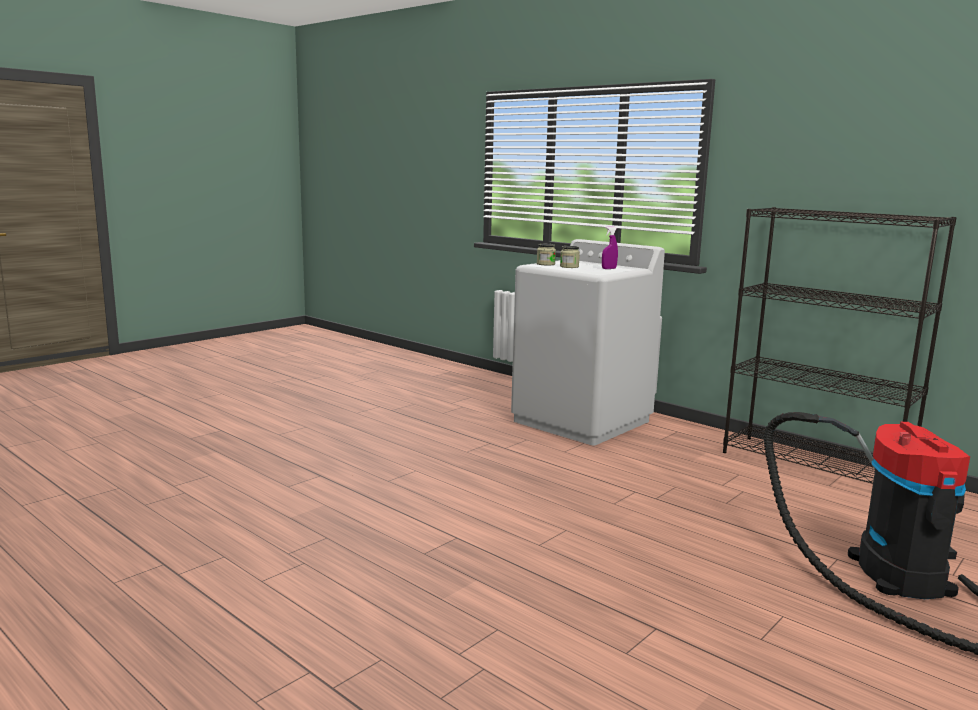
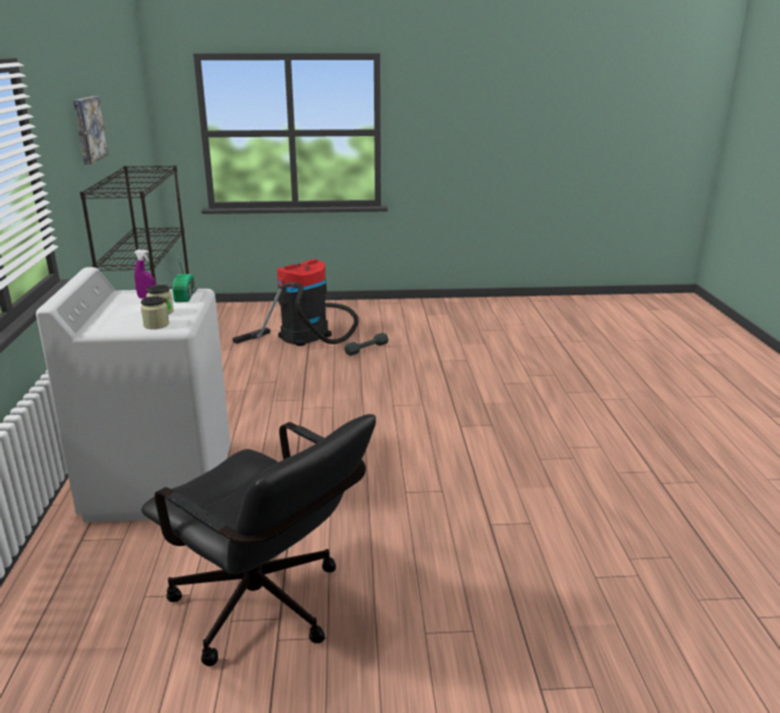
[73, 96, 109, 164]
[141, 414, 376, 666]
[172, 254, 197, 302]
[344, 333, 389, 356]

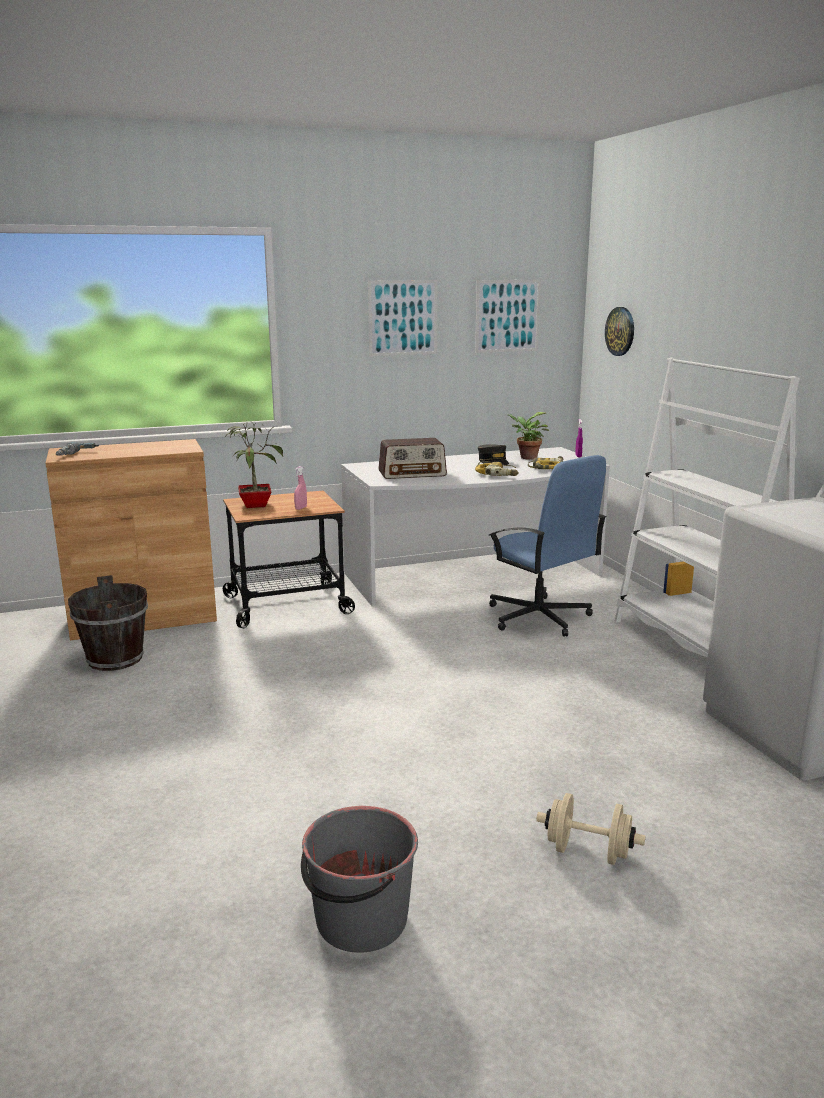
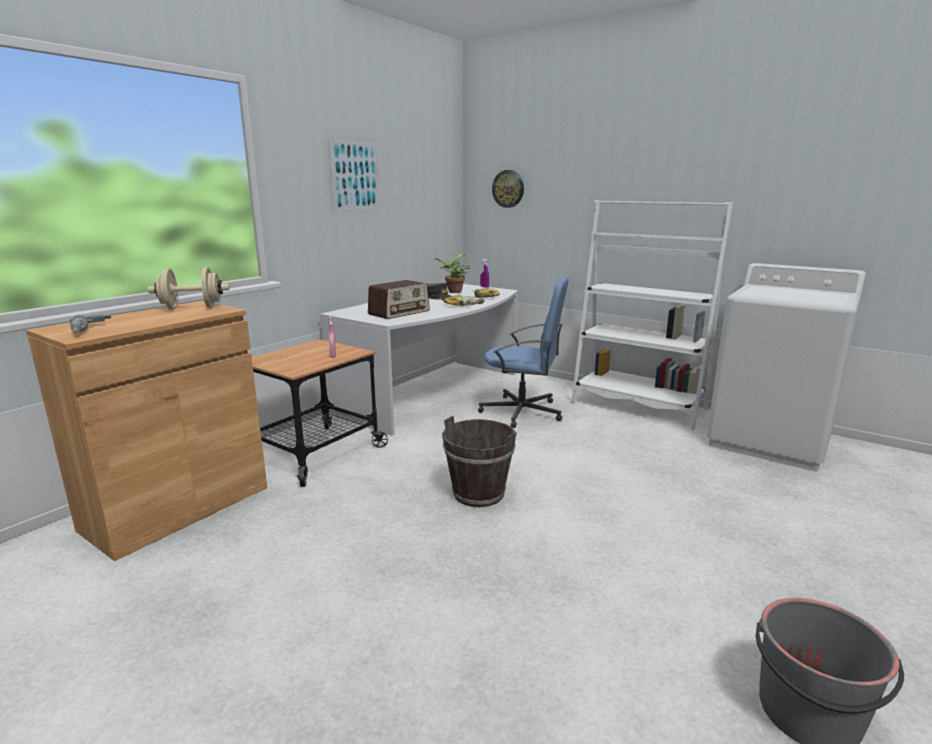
[225, 424, 283, 508] (first image)
[475, 280, 541, 353] (first image)
[442, 416, 517, 507]
[148, 267, 230, 309]

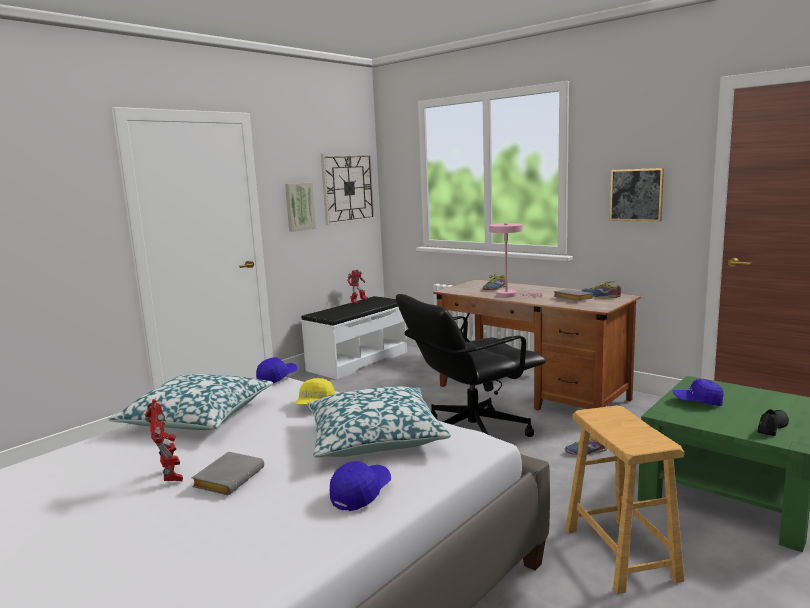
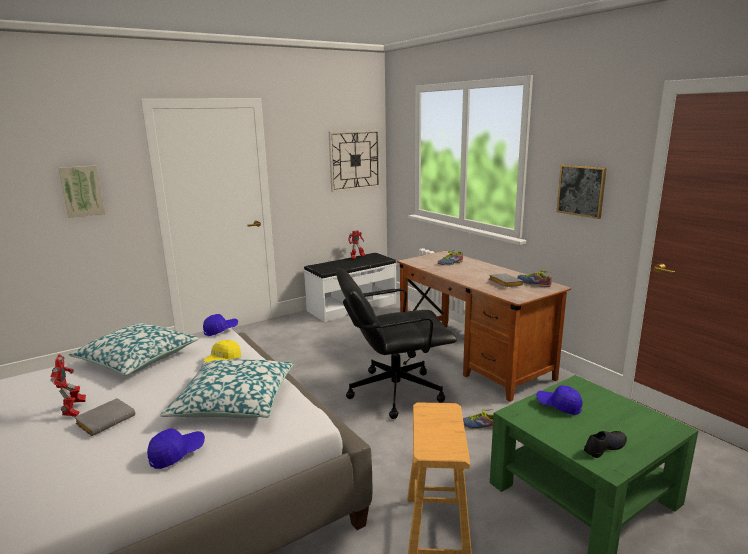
[489, 223, 543, 298] (first image)
[58, 165, 105, 218]

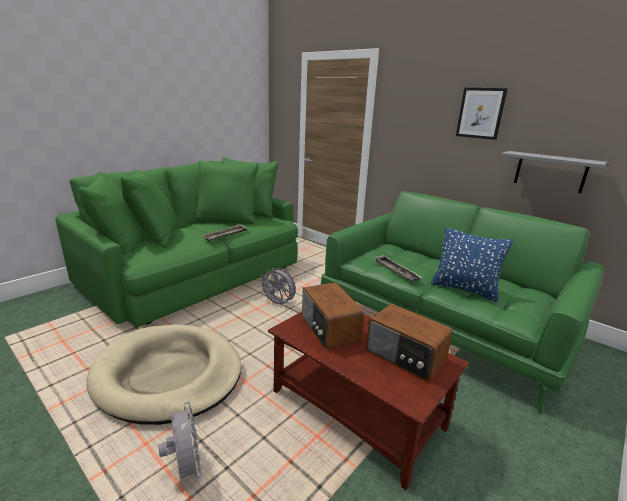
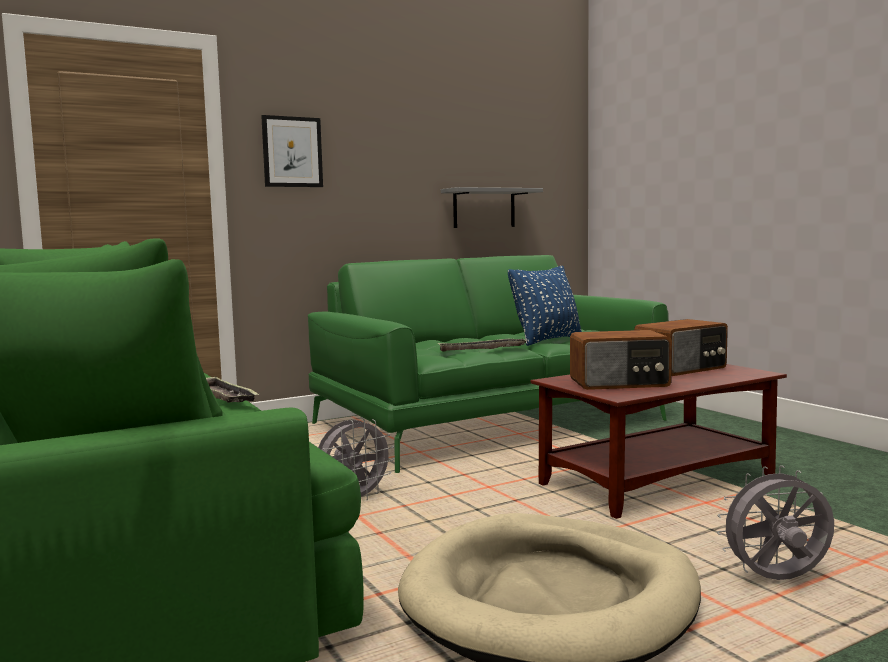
[261, 115, 323, 187]

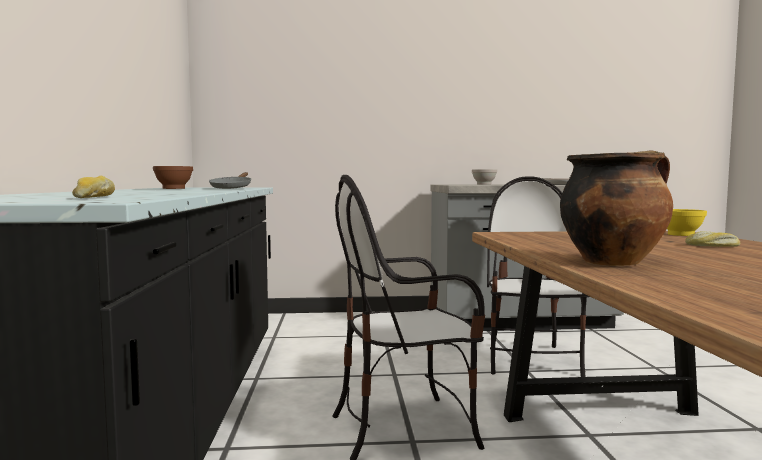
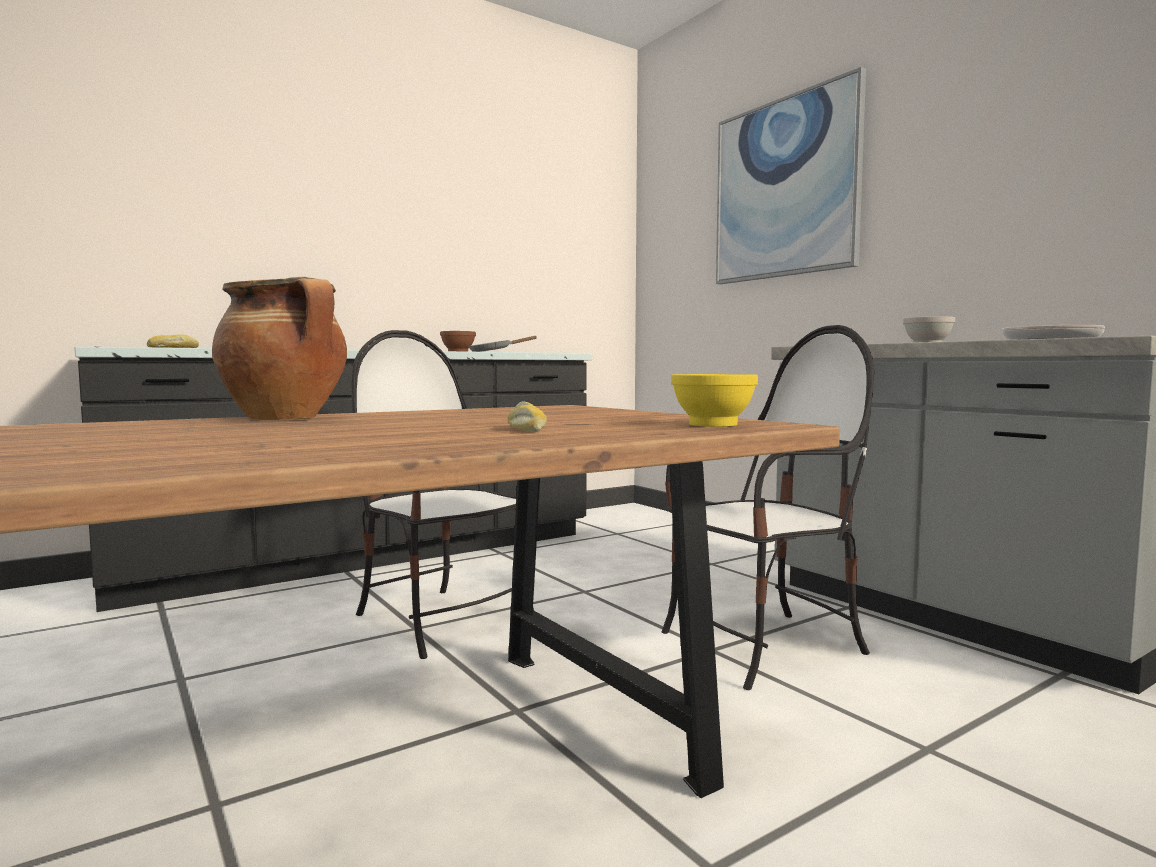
[716, 67, 866, 284]

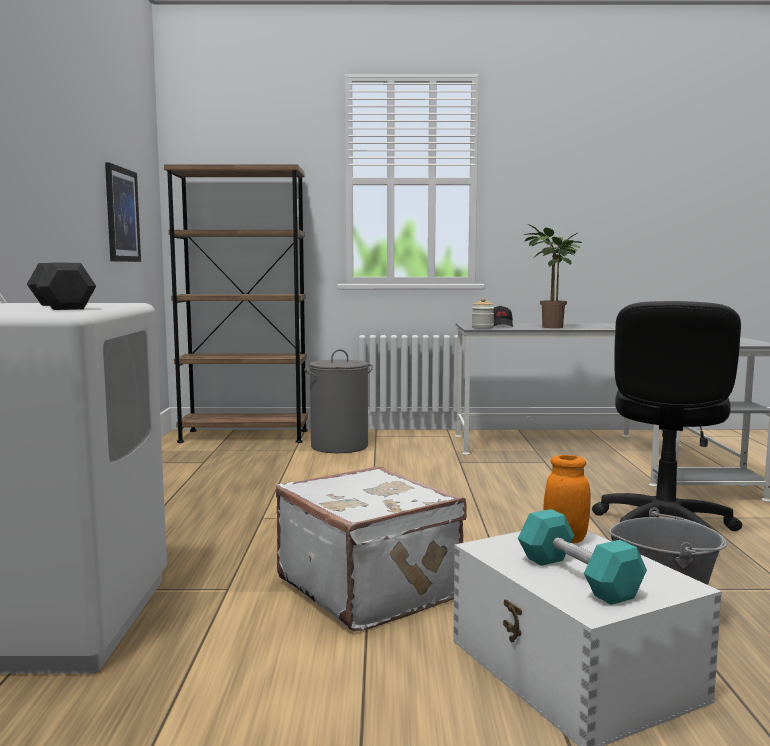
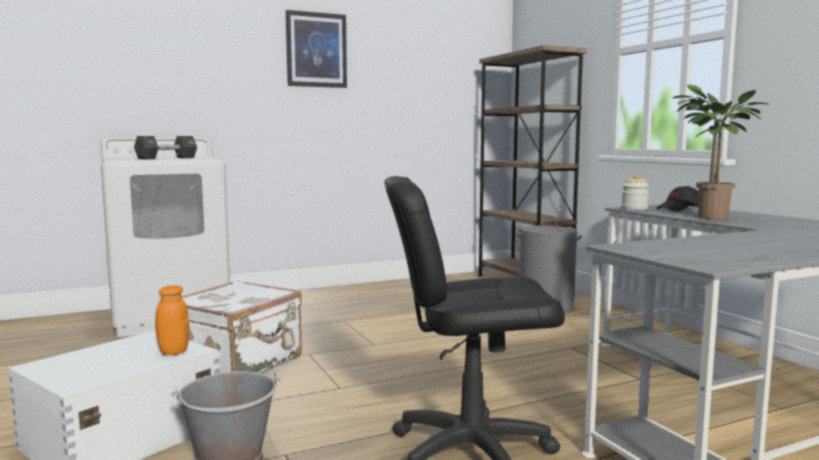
[518, 509, 647, 605] (first image)
[286, 10, 347, 88]

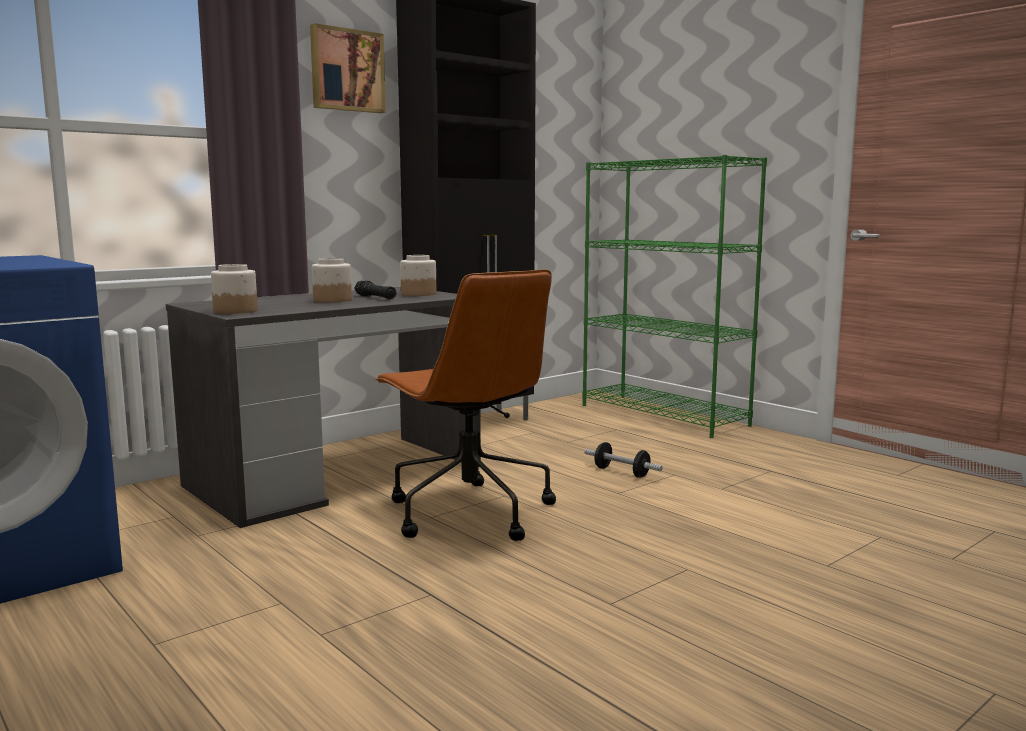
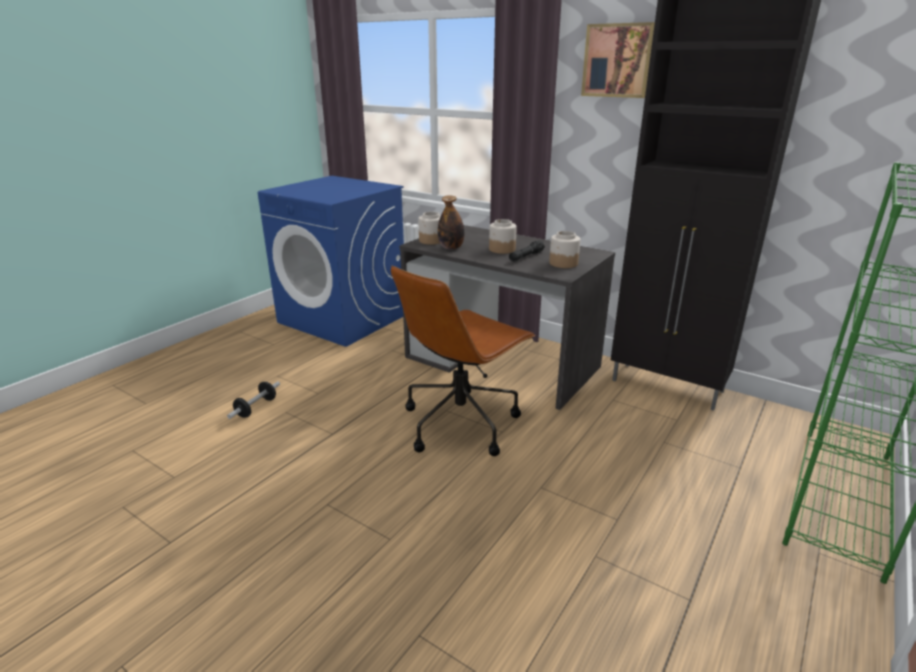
[438, 195, 464, 250]
[227, 381, 280, 419]

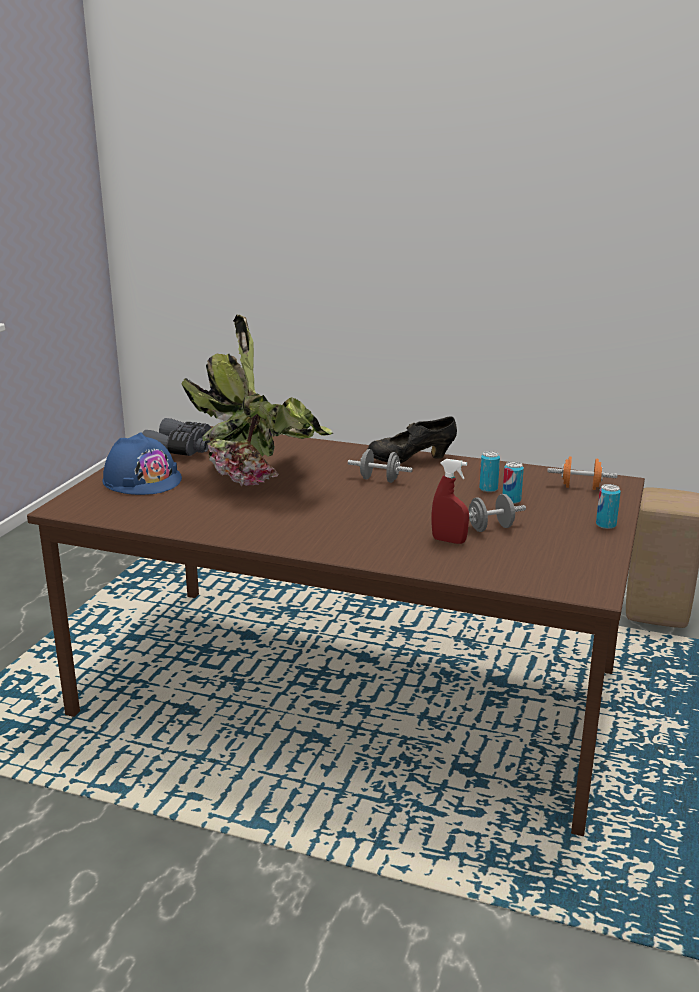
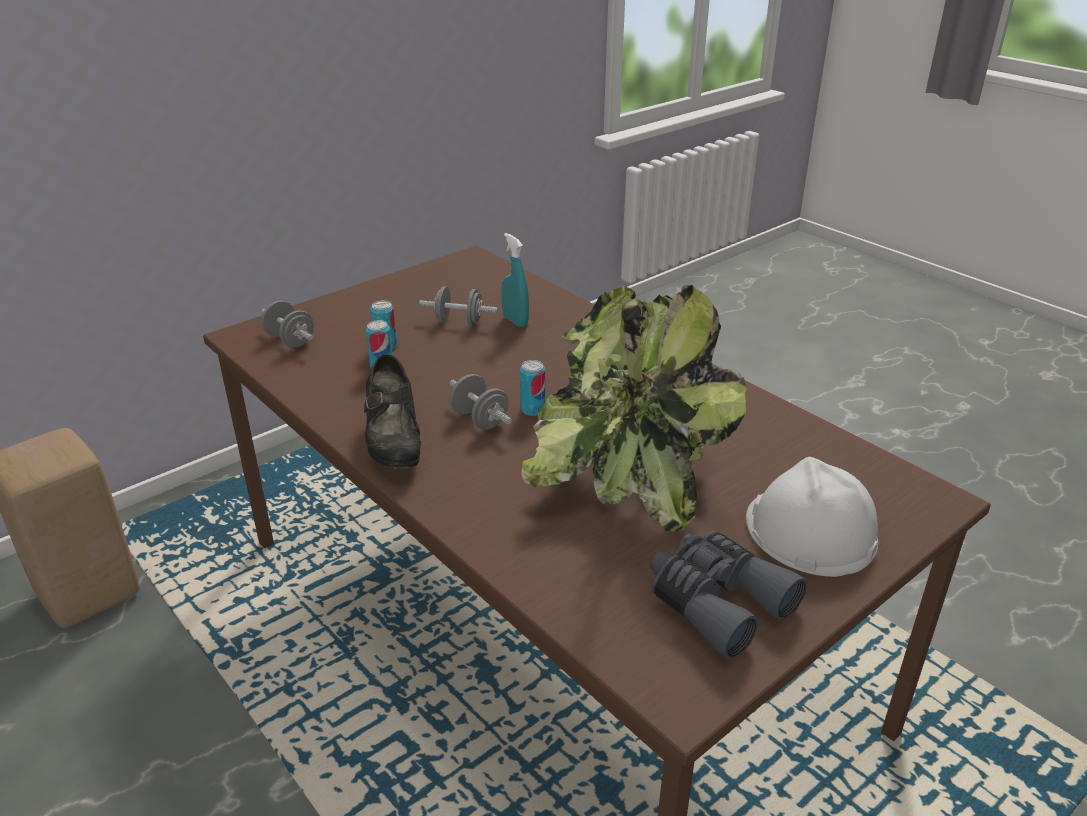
[520, 360, 545, 416]
[746, 457, 878, 577]
[501, 233, 529, 327]
[261, 301, 314, 347]
[364, 354, 421, 469]

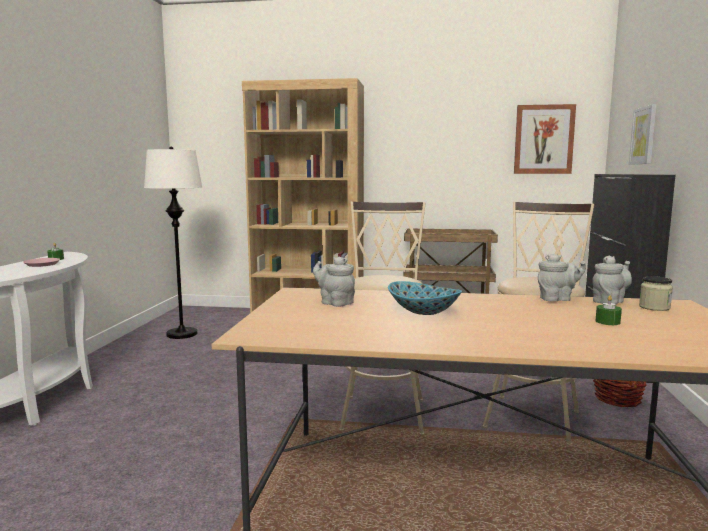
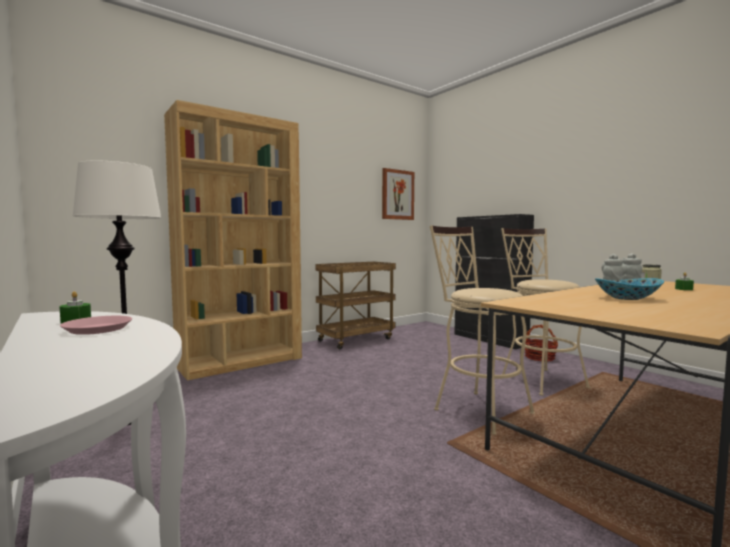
[313, 256, 355, 307] (first image)
[629, 104, 657, 164] (first image)

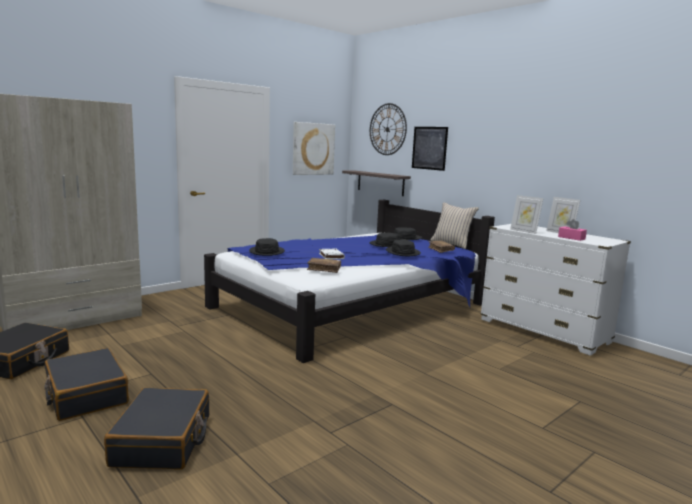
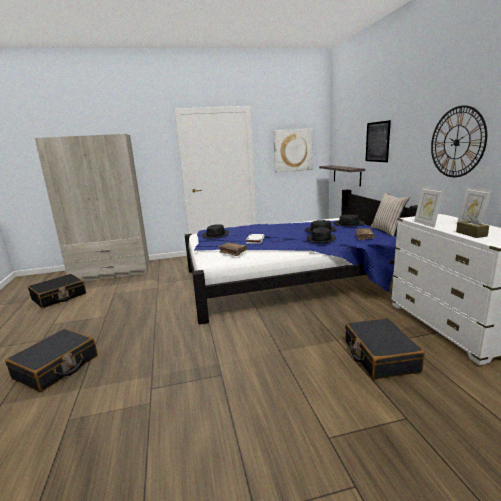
[345, 318, 425, 379]
[431, 105, 487, 177]
[456, 213, 489, 238]

